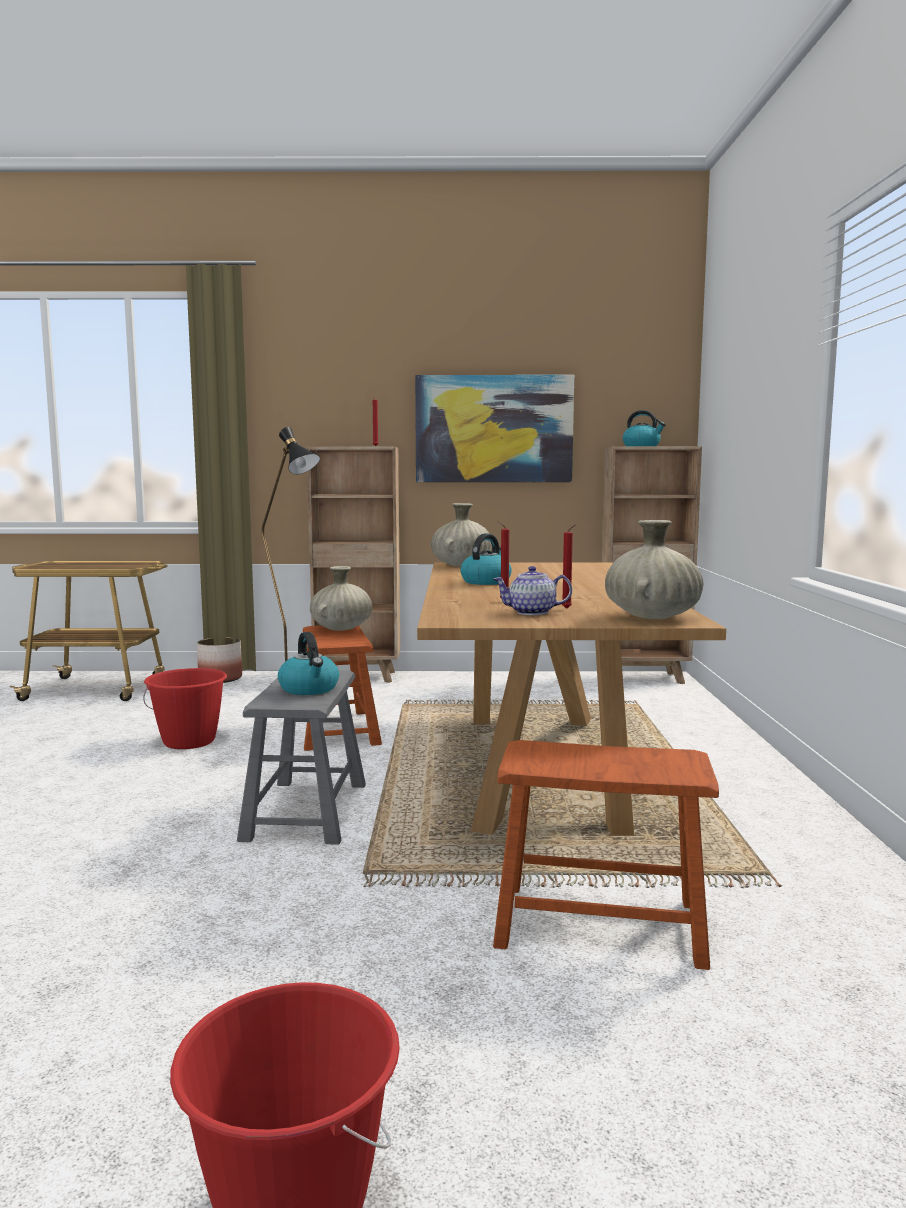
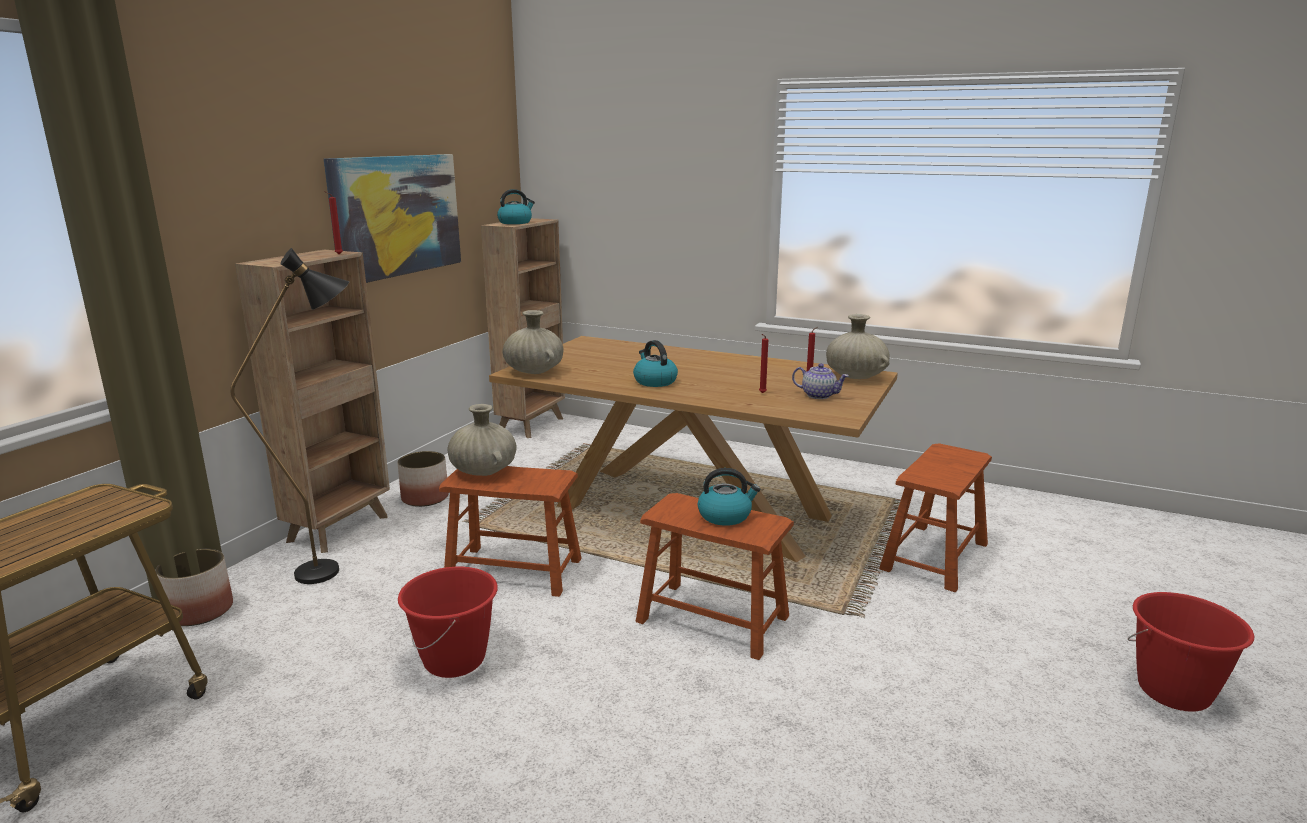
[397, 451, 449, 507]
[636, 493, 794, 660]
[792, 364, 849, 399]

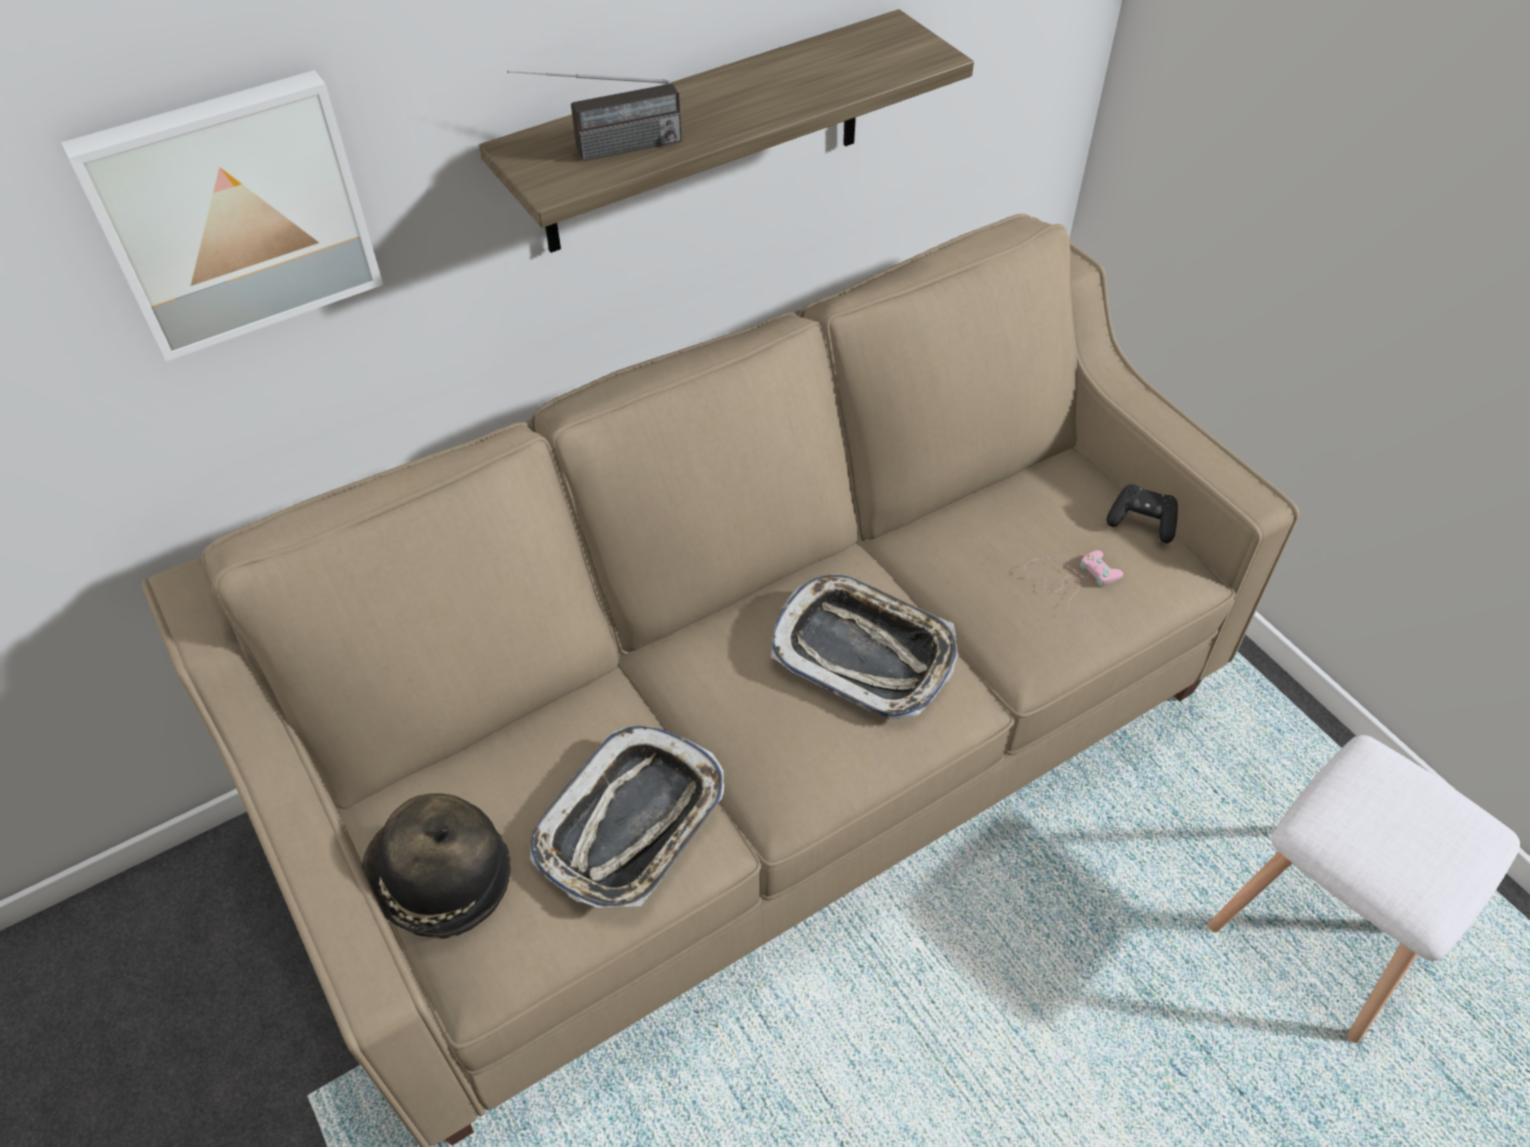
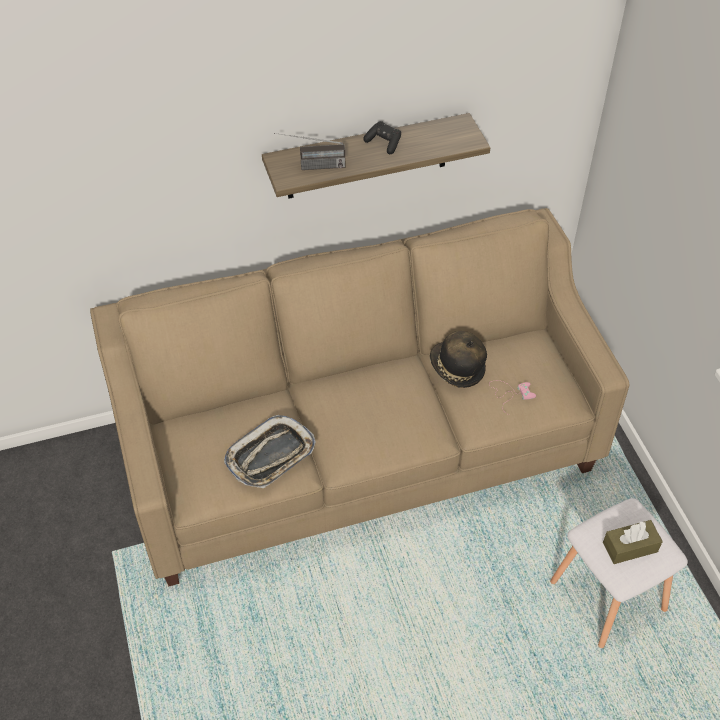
[61, 70, 383, 361] (first image)
[771, 574, 958, 719] (first image)
[603, 520, 663, 564]
[430, 331, 487, 388]
[363, 121, 401, 154]

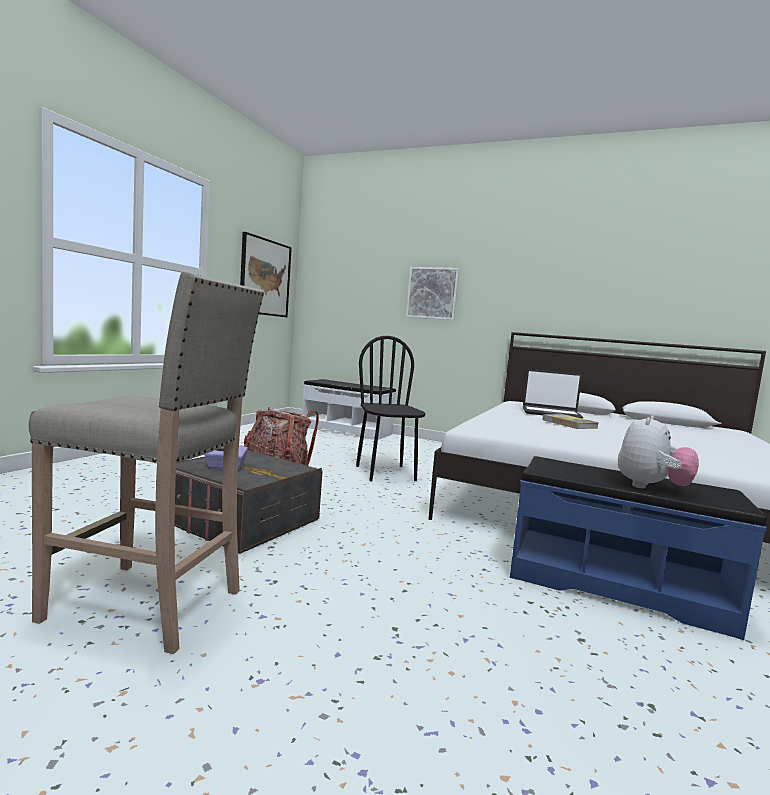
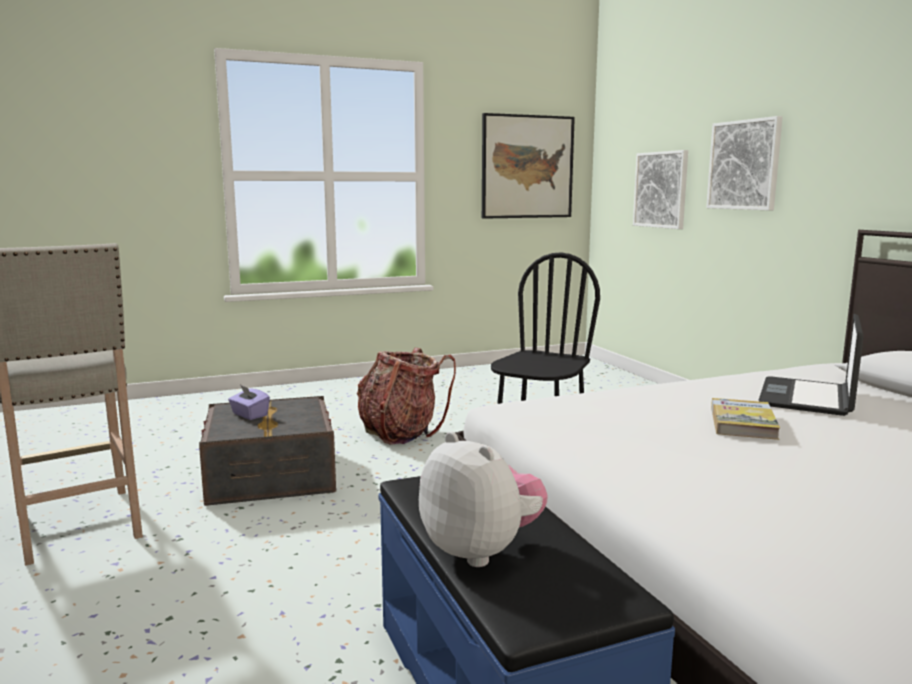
[302, 379, 396, 440] (first image)
[633, 150, 688, 229]
[759, 314, 864, 416]
[419, 432, 548, 567]

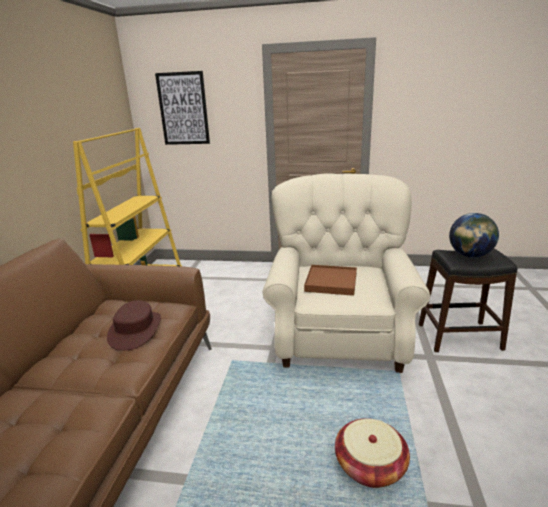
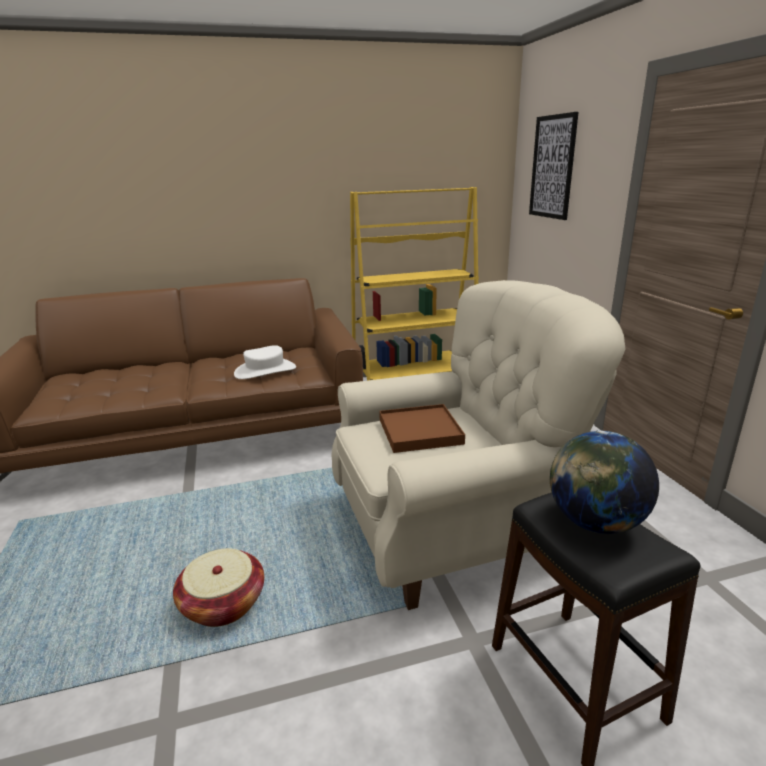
[234, 345, 296, 379]

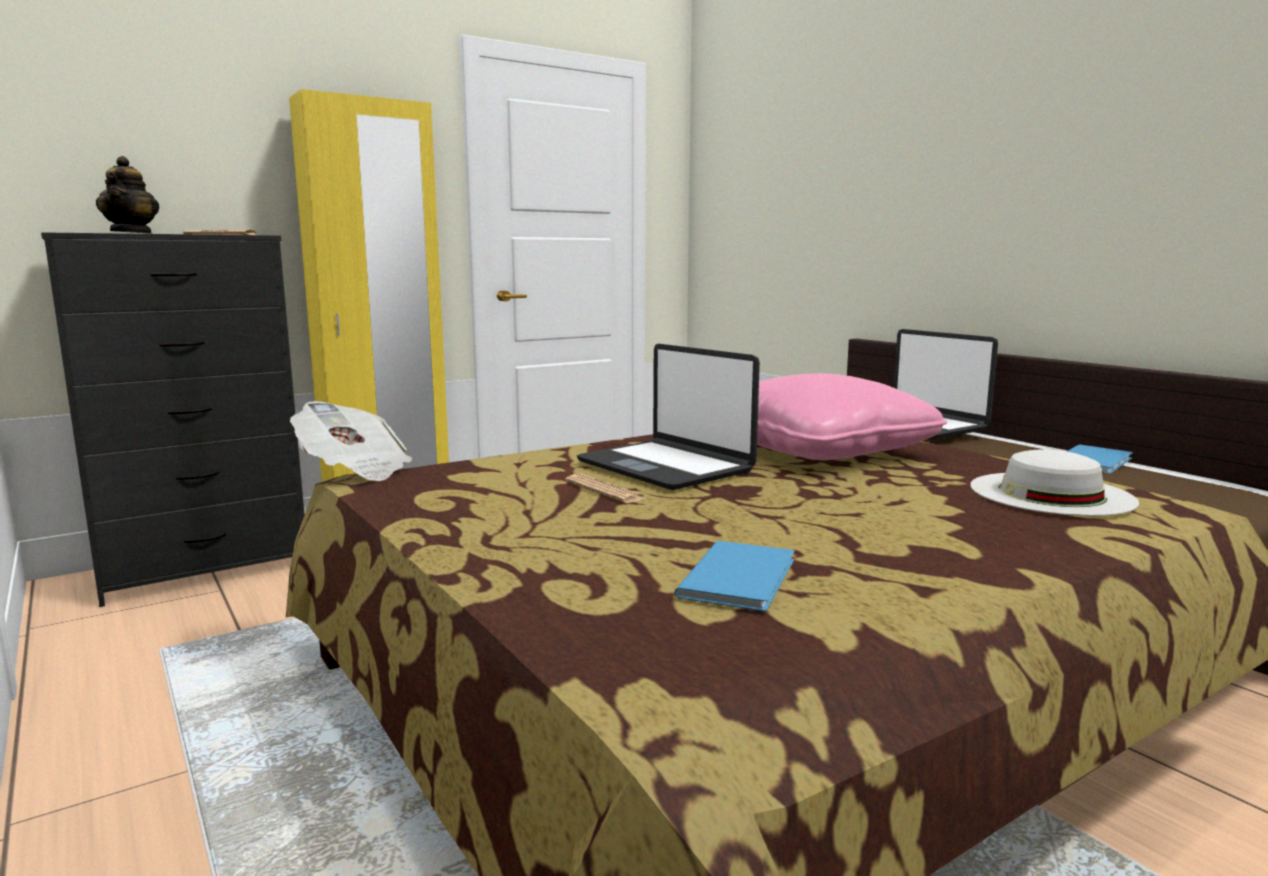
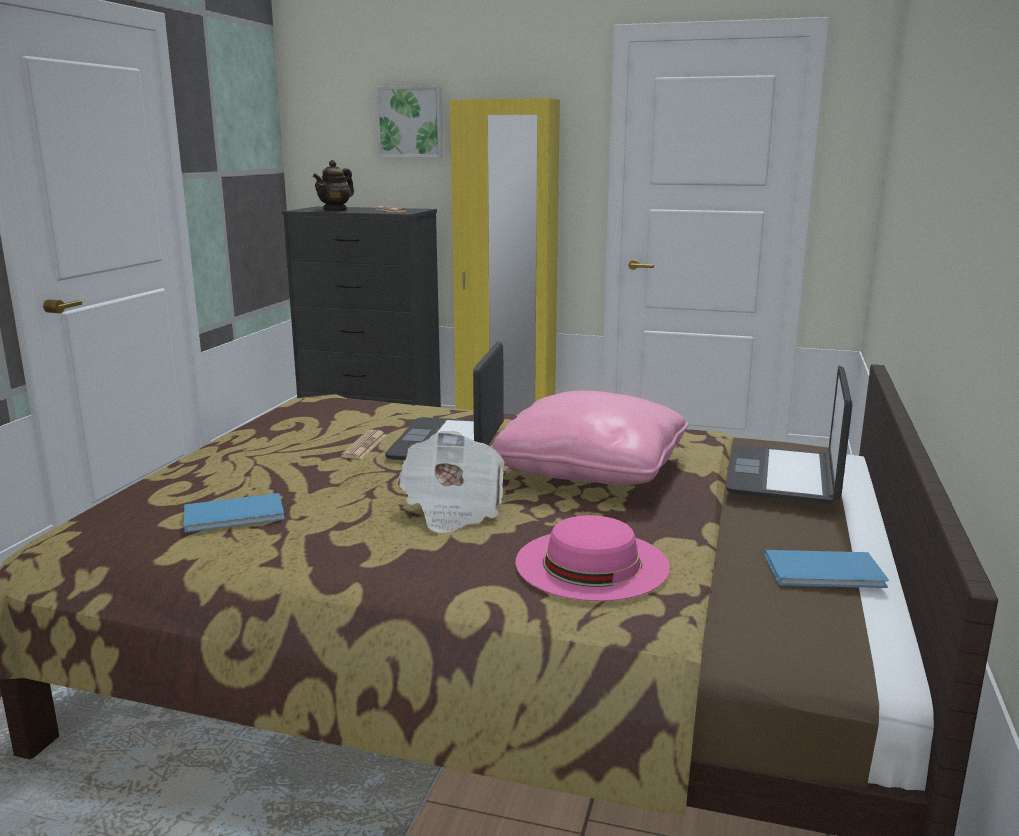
[375, 86, 443, 158]
[397, 431, 505, 533]
[515, 515, 670, 601]

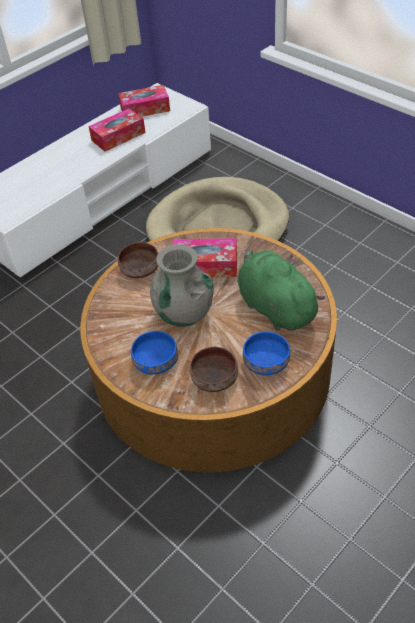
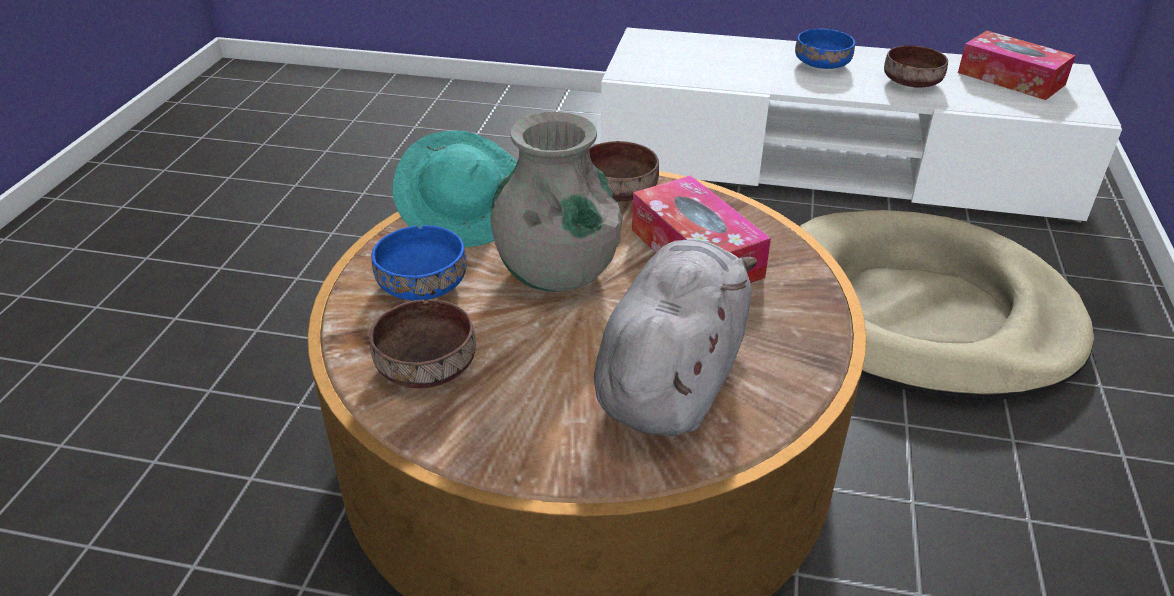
[393, 130, 517, 247]
[795, 29, 855, 69]
[884, 45, 948, 88]
[594, 240, 757, 436]

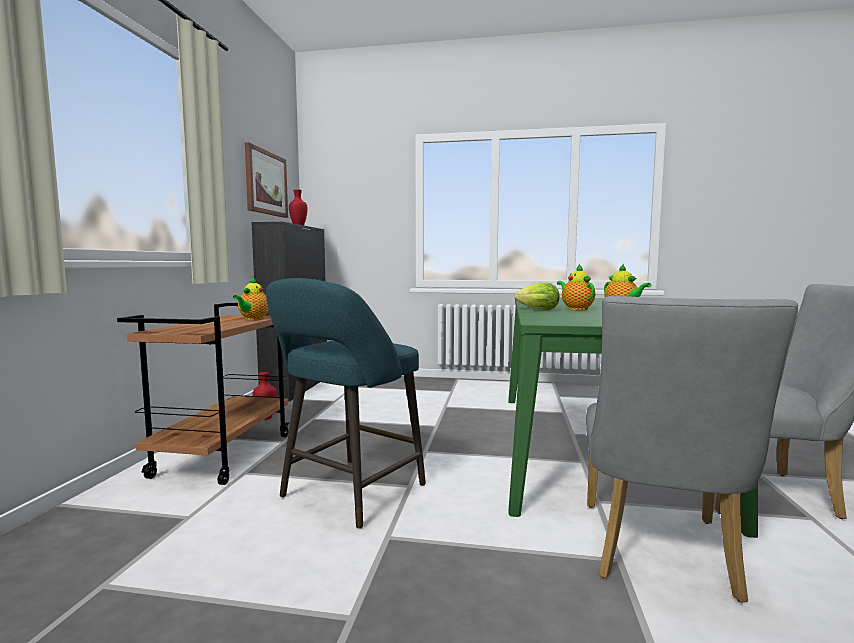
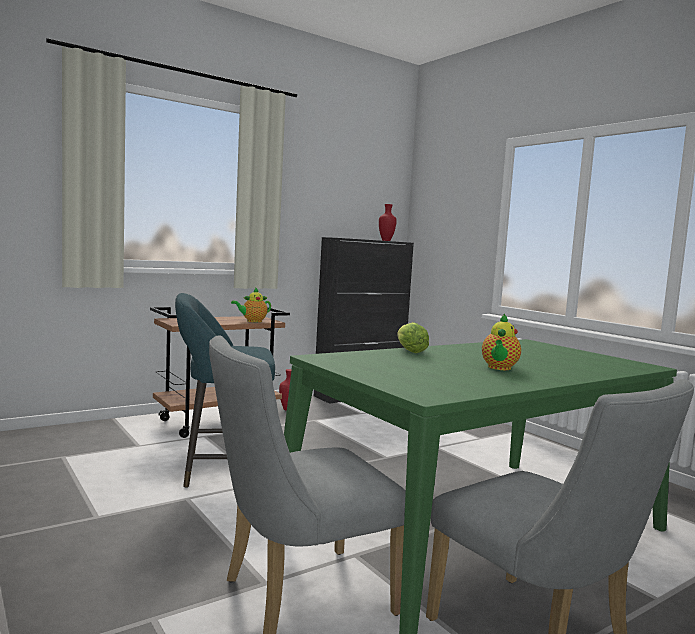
[245, 142, 288, 218] (first image)
[557, 264, 595, 310] (first image)

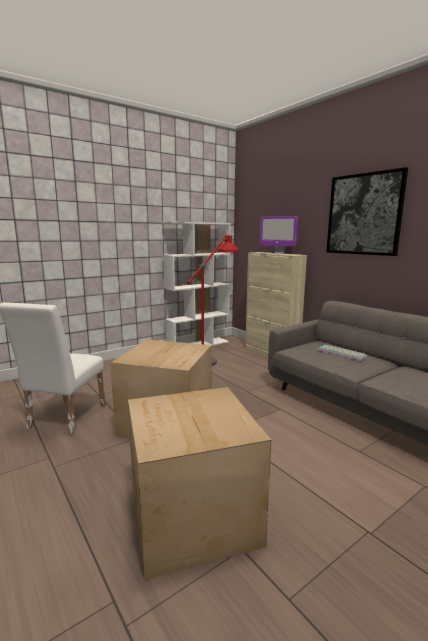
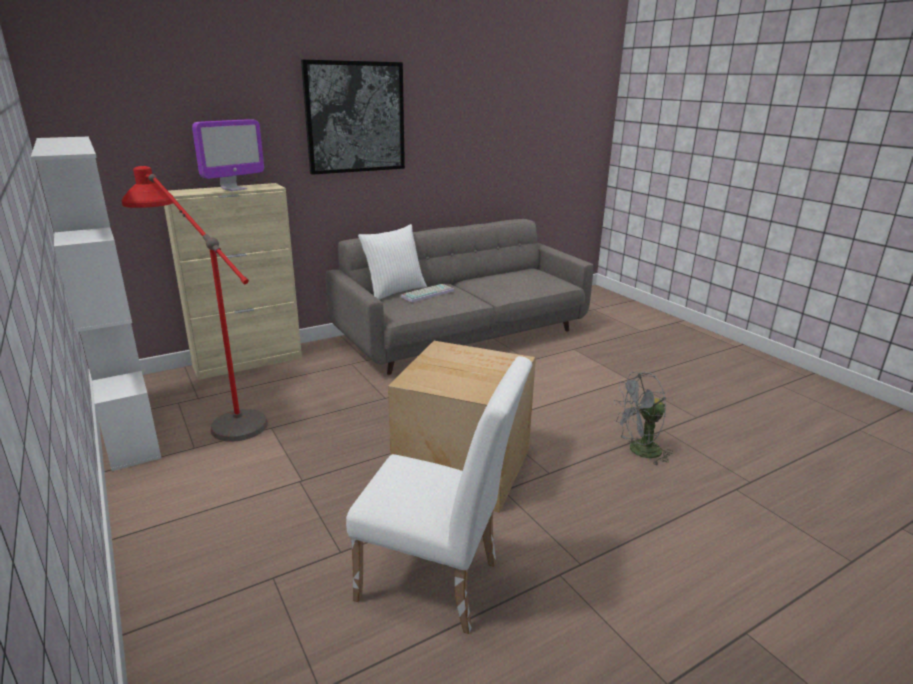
[358, 224, 427, 300]
[614, 372, 673, 465]

